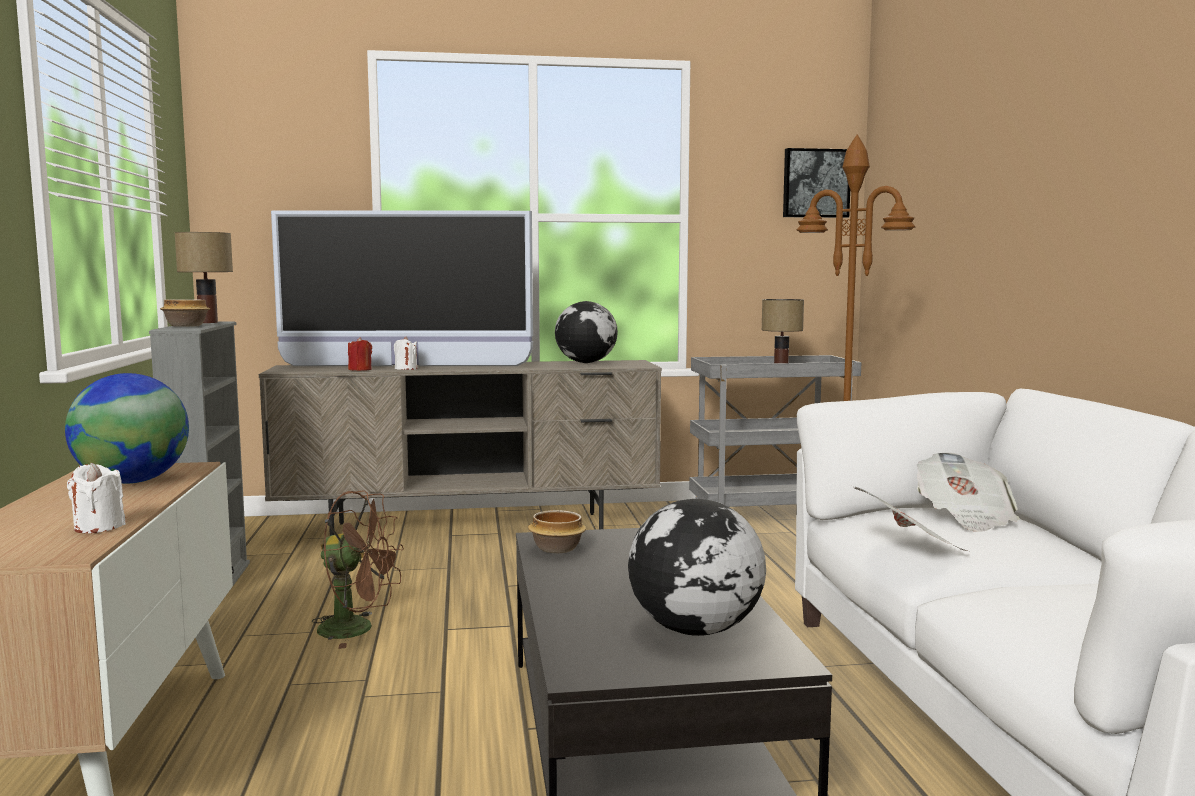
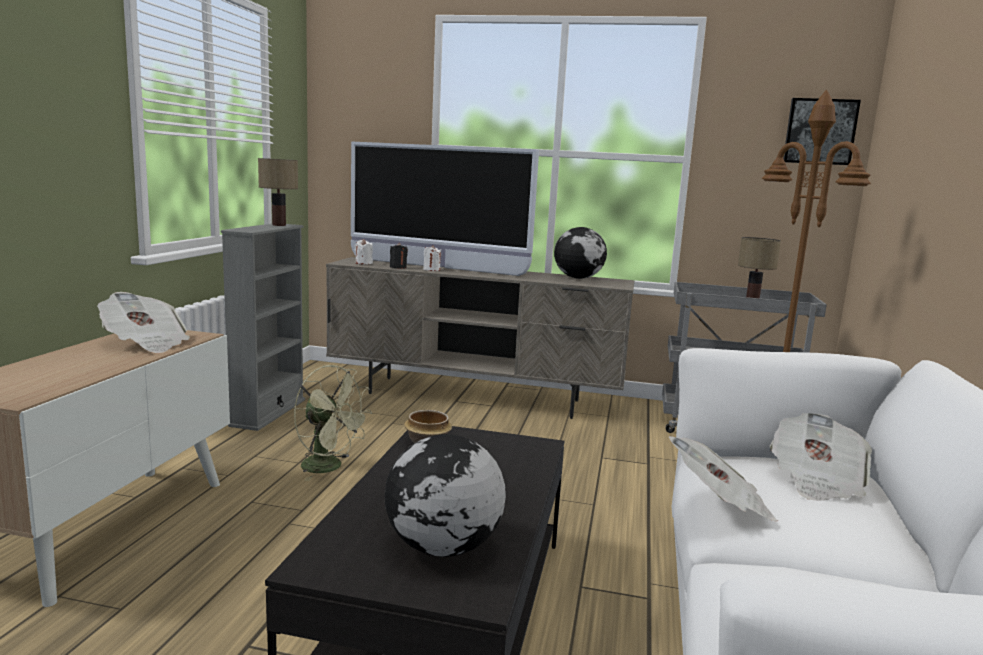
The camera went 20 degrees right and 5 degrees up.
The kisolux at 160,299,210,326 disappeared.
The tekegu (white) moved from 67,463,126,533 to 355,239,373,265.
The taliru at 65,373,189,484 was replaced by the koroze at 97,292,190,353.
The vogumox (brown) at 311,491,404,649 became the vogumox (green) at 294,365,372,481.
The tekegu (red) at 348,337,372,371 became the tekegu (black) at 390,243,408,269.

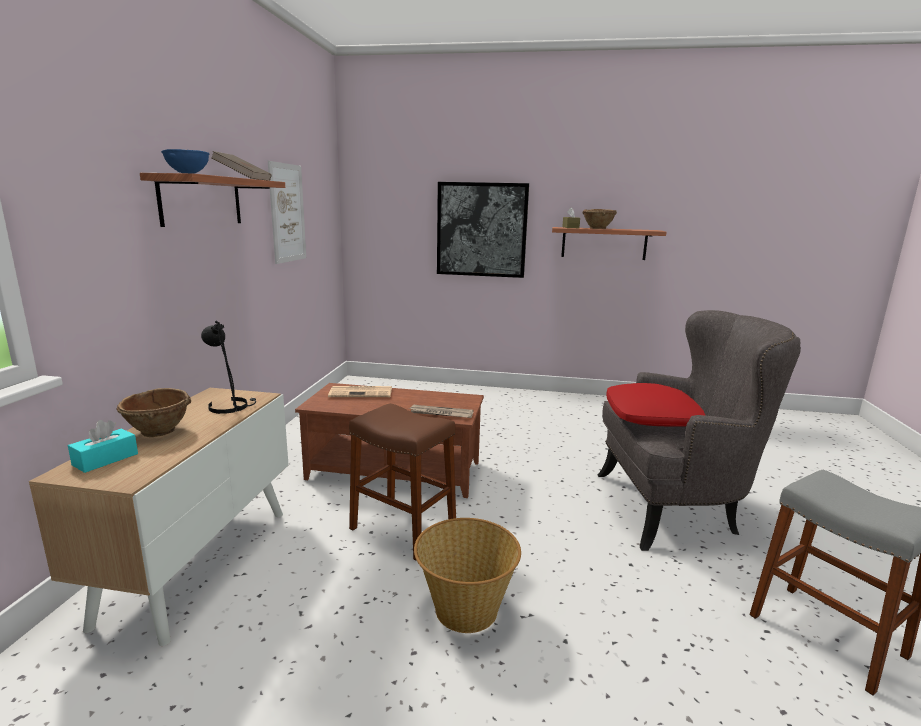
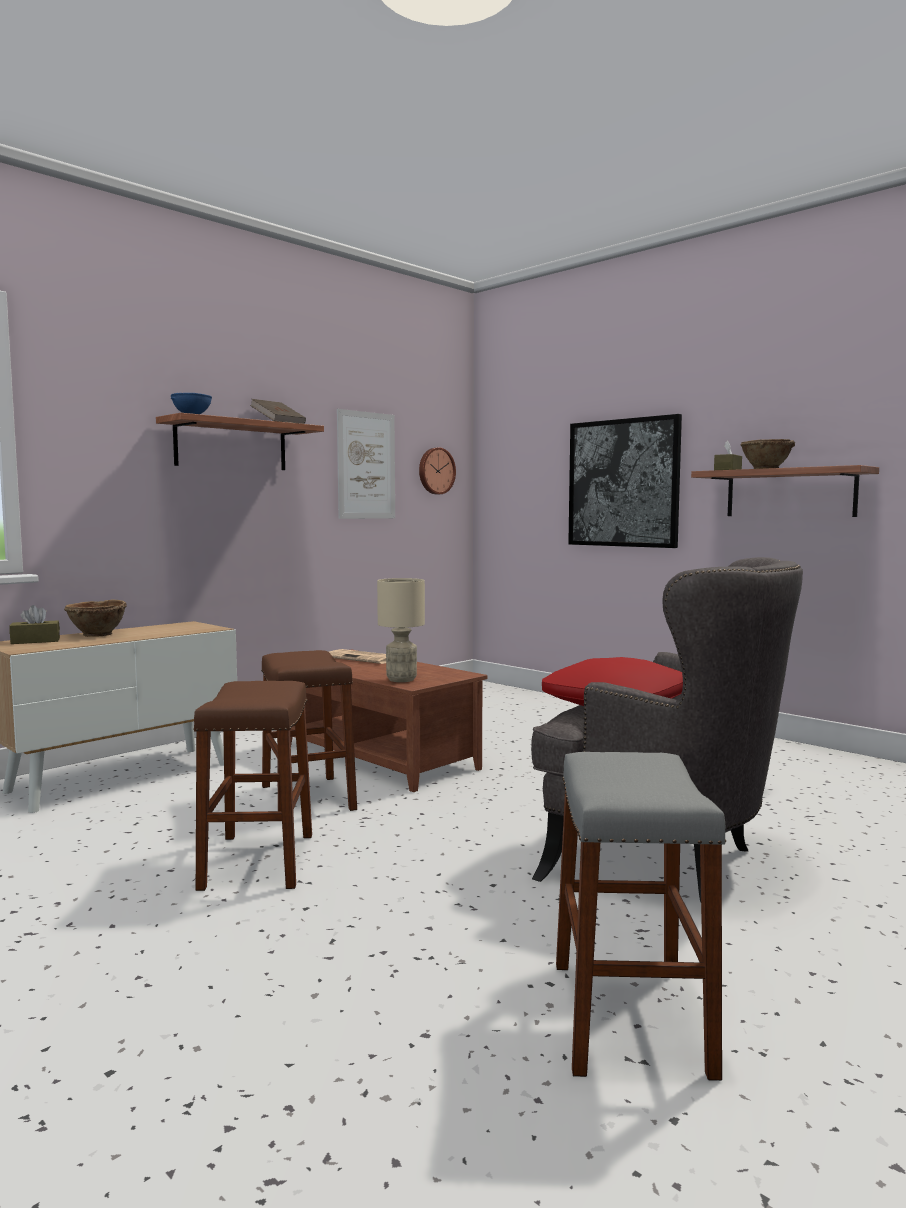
The camera went 35 degrees right and 10 degrees down.
The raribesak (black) at 201,321,256,414 disappeared.
The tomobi at 419,448,456,494 appeared.
The koroze at 408,405,474,418 was replaced by the raribesak (beige) at 377,578,425,682.
The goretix at 414,518,521,633 was replaced by the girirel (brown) at 193,681,312,891.
The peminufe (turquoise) at 68,420,138,473 became the peminufe (brown) at 9,605,60,644.

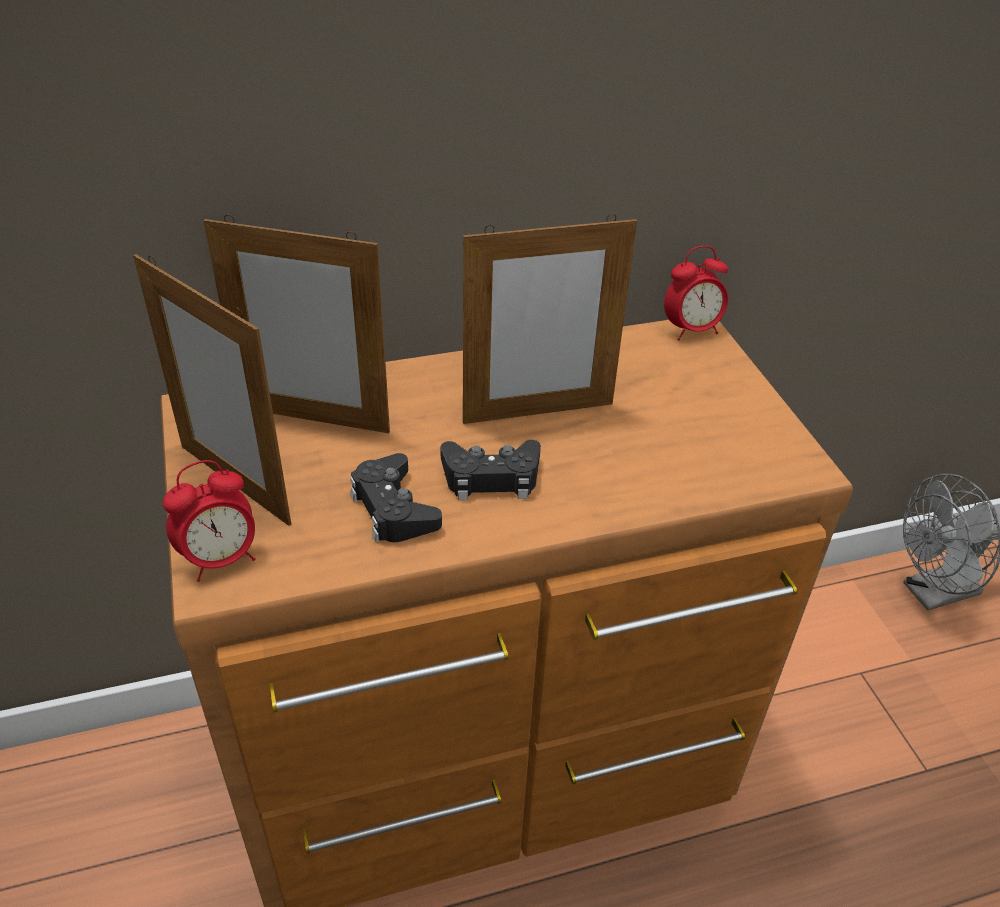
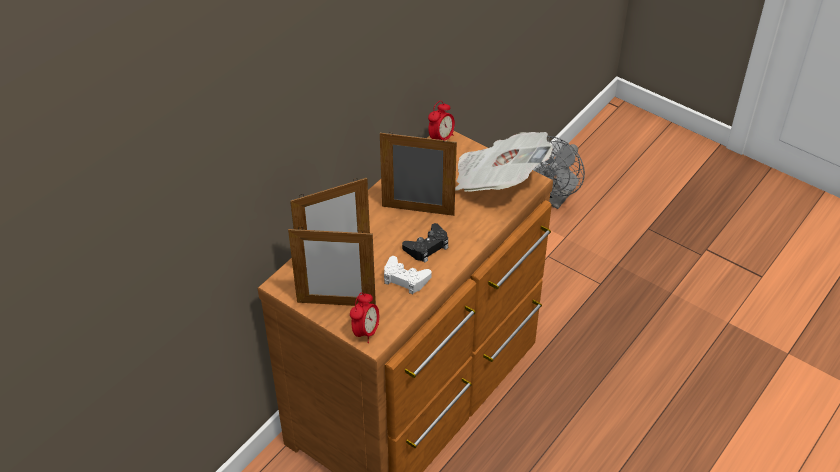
The camera went 35 degrees left and 5 degrees up.
The koroze at 455,132,553,192 appeared.
The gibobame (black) at 350,453,442,542 became the gibobame (white) at 384,256,432,294.
The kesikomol at 463,214,637,424 turned 120 degrees counterclockwise.

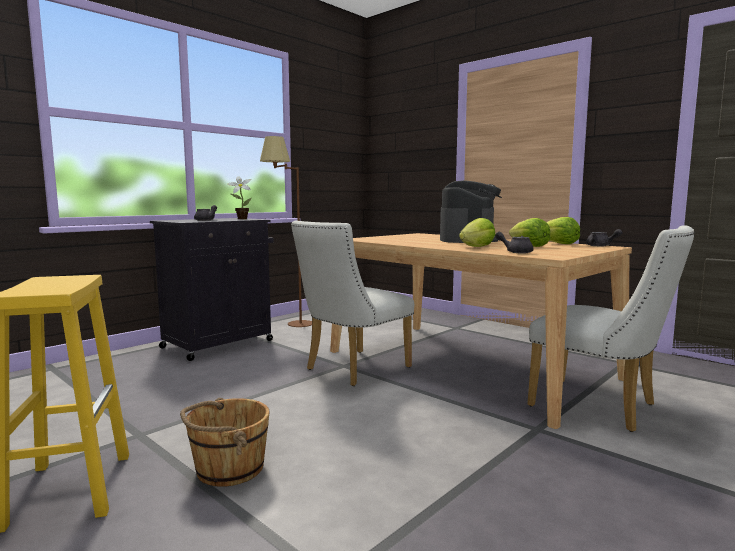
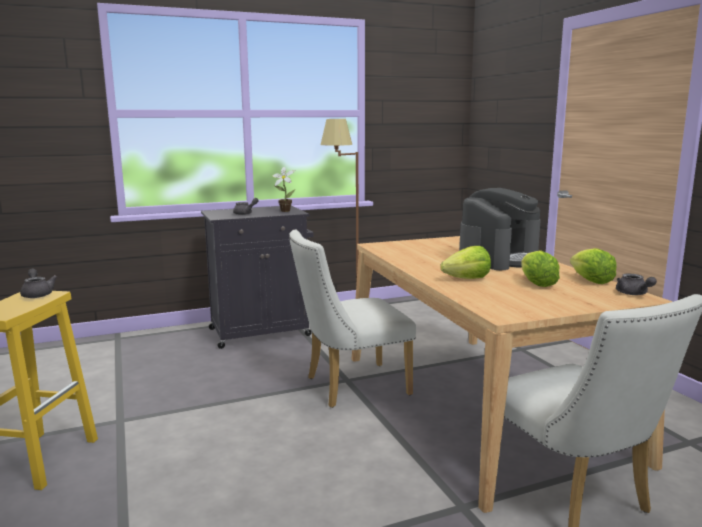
The camera went 25 degrees right and 5 degrees up.
The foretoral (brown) at 180,398,270,487 disappeared.
The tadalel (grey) moved from 495,232,533,254 to 20,269,57,298.

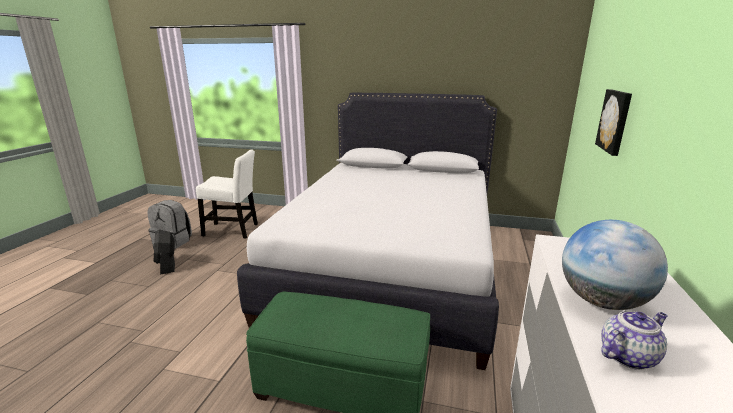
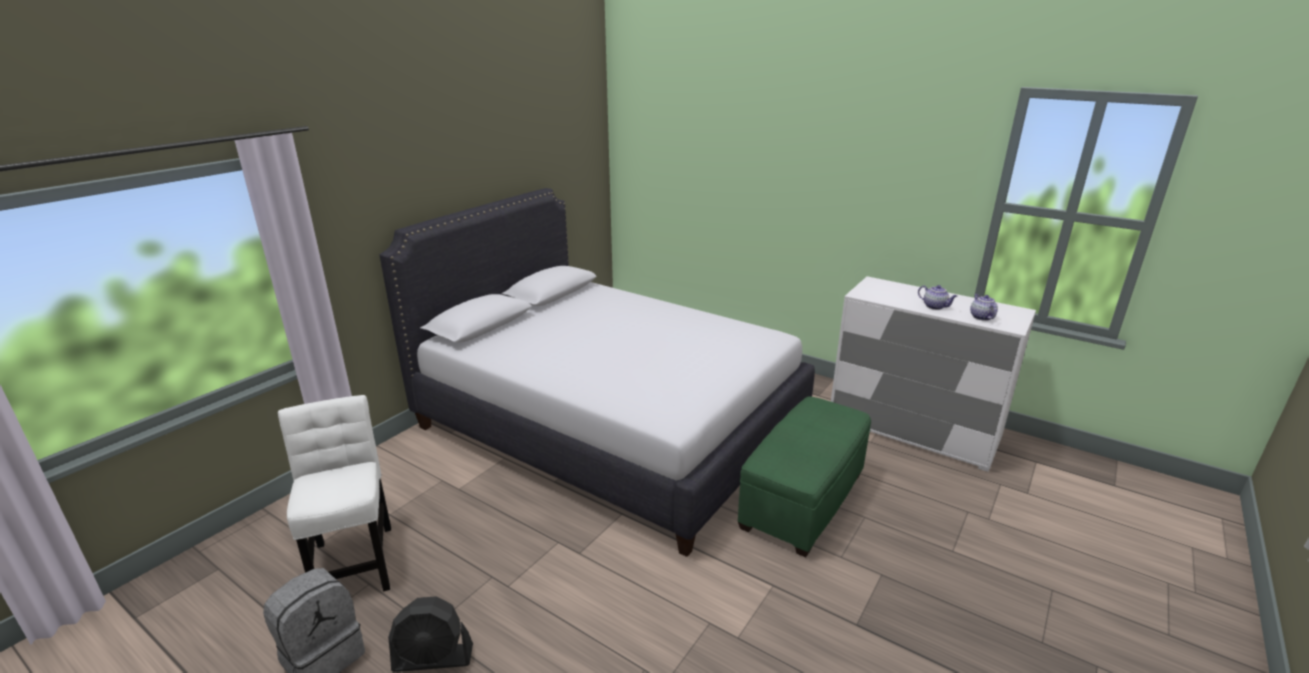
The camera went 70 degrees left and 5 degrees up.
The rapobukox at 595,89,632,156 disappeared.
The taliru at 562,220,668,310 was replaced by the tadalel at 918,285,958,310.
The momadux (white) at 196,149,258,238 turned 45 degrees counterclockwise.

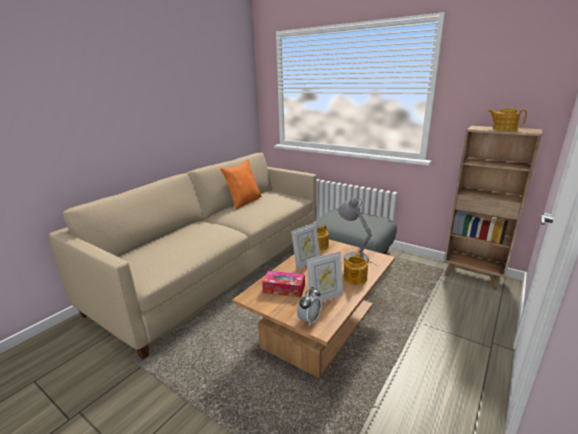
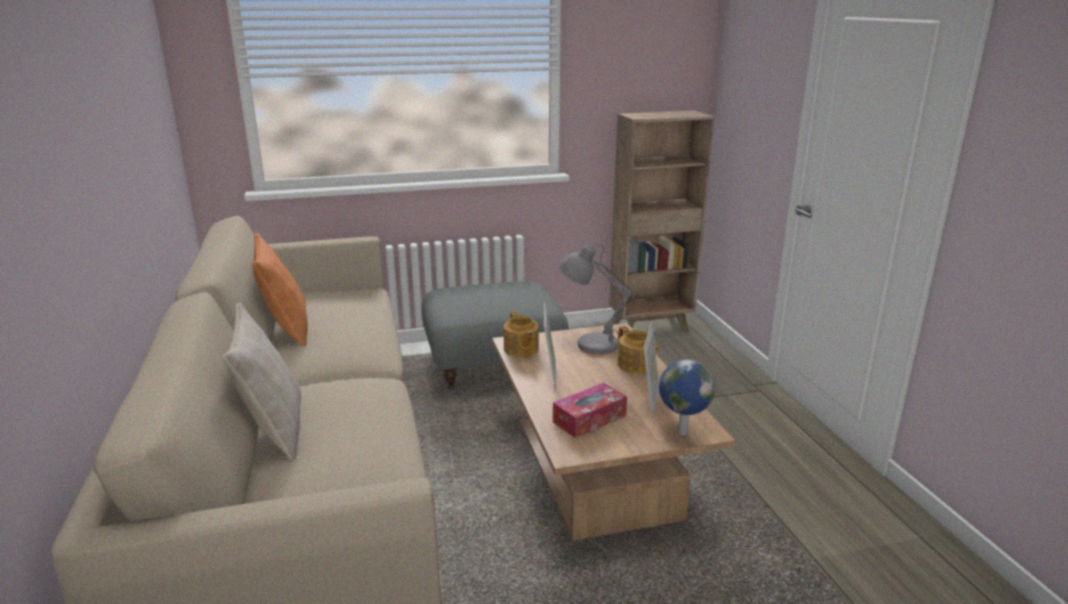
The camera went 50 degrees left and 0 degrees up.
The tadalel at 488,109,527,131 disappeared.
The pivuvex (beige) at 222,303,301,460 appeared.
The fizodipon at 297,287,322,326 was replaced by the taliru at 659,359,715,435.

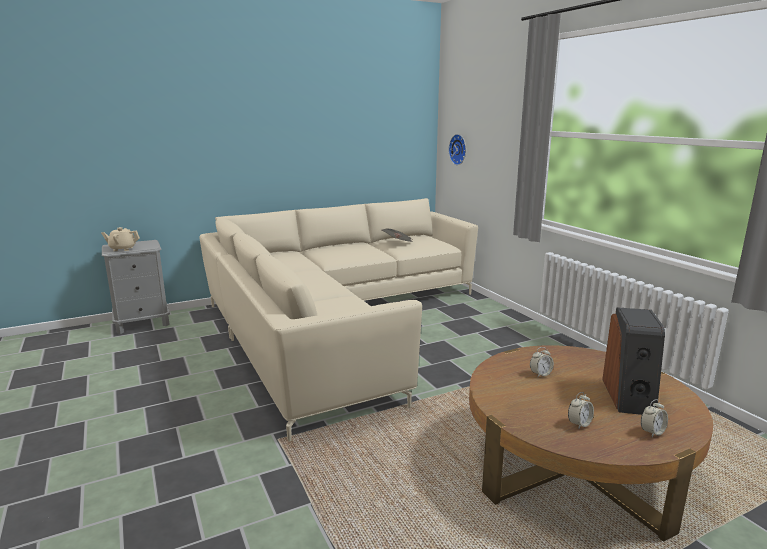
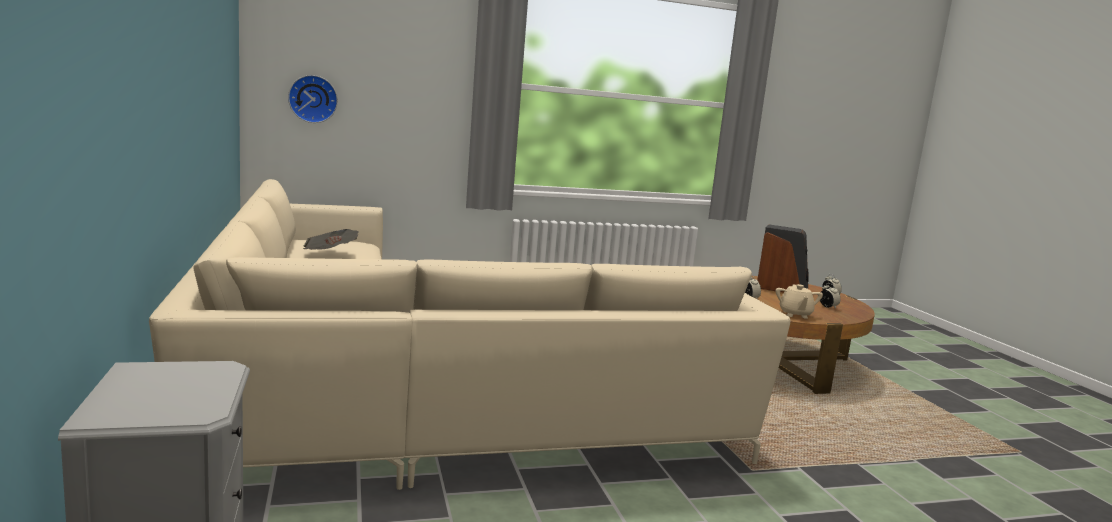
The camera went 80 degrees left and 5 degrees down.
The tadalel (beige) moved from 101,227,140,251 to 776,284,823,319.

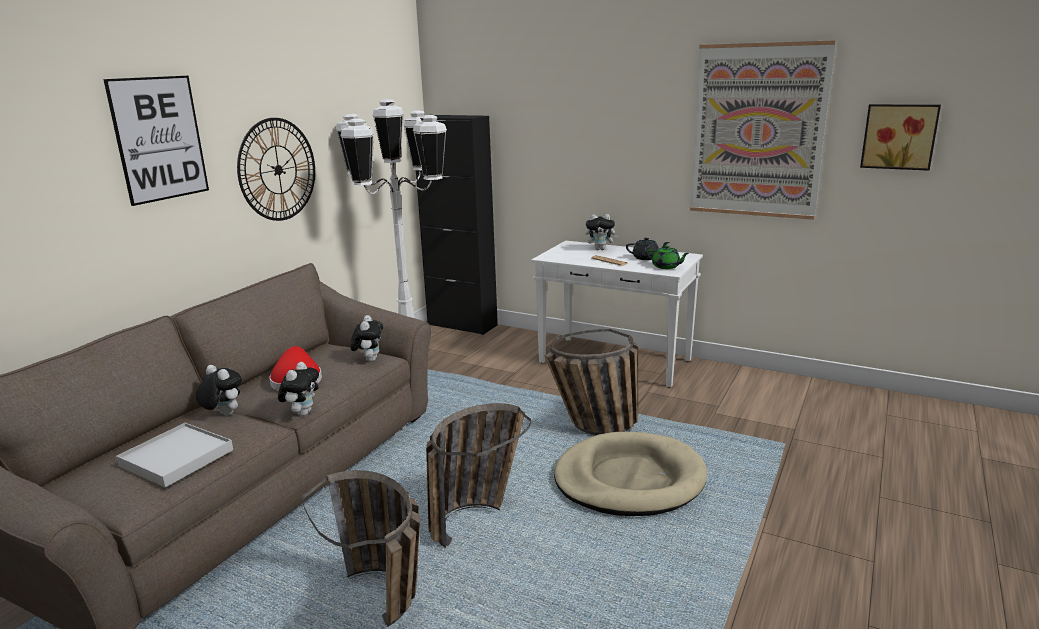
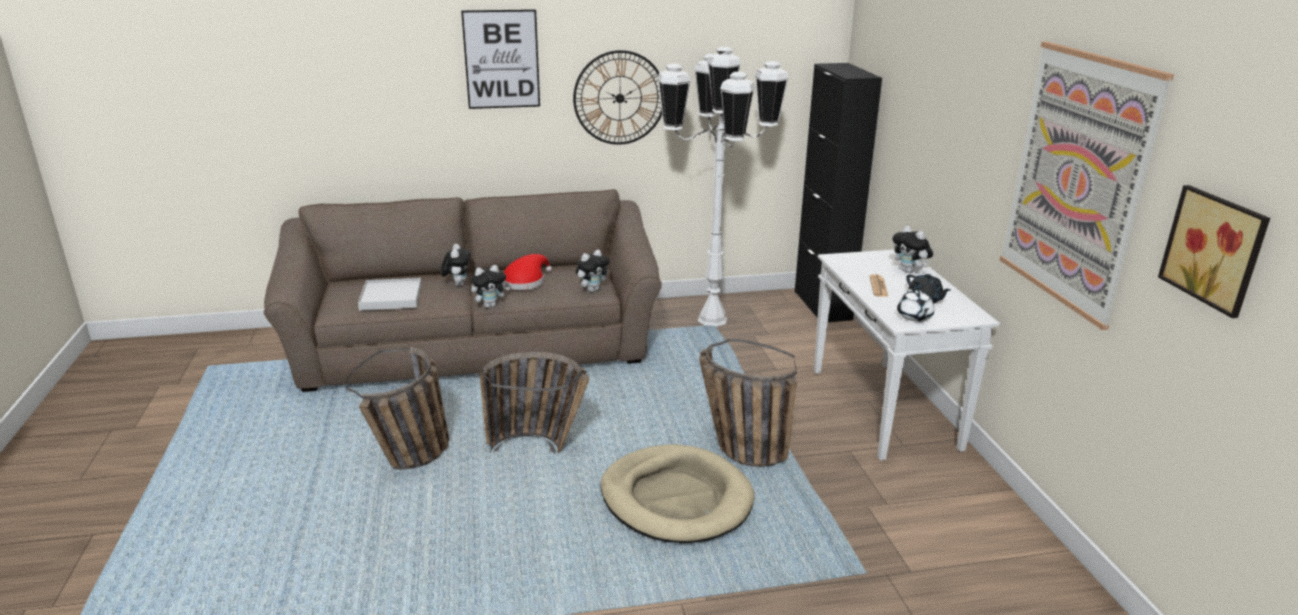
The camera went 50 degrees right and 5 degrees up.
The tadalel (green) at 647,245,689,269 became the tadalel (white) at 897,289,934,322.

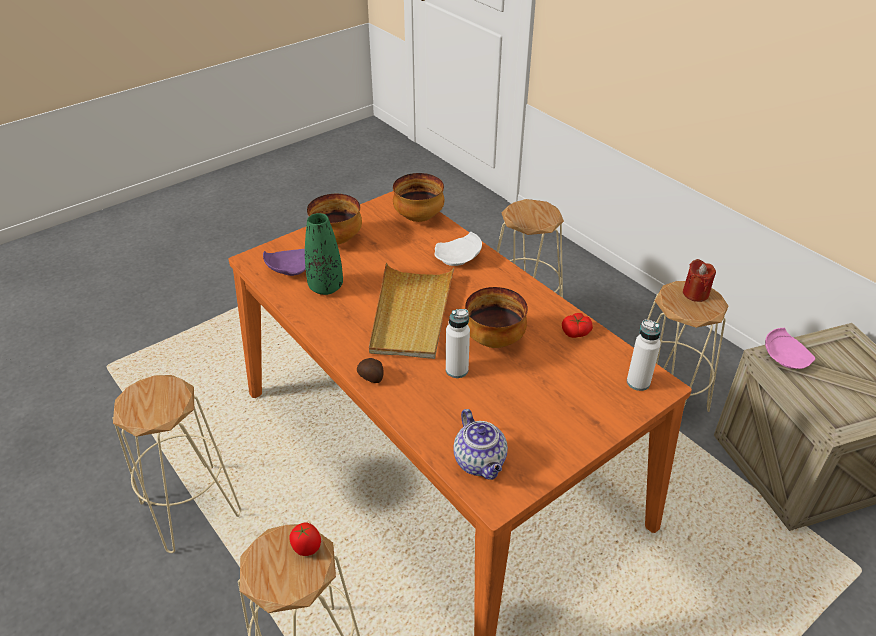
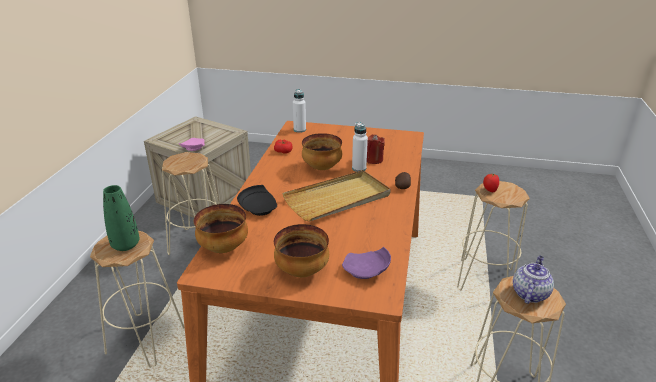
The camera went 130 degrees left and 10 degrees down.
The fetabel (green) moved from 305,213,343,295 to 103,185,139,251.
The tadalel moved from 453,409,508,480 to 513,256,554,304.
The tekegu (red) moved from 683,259,716,302 to 367,134,385,164.
The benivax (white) at 434,232,482,266 became the benivax (black) at 237,185,277,216.

